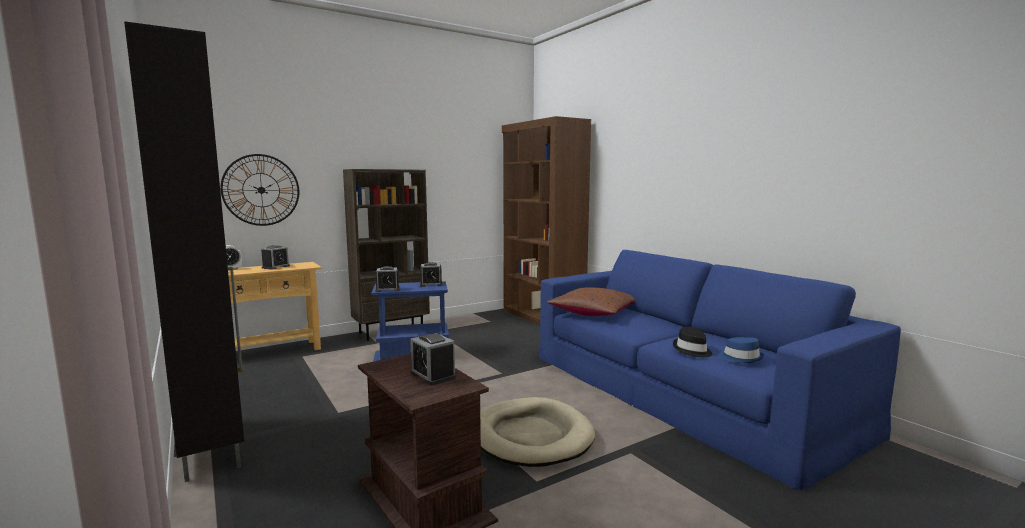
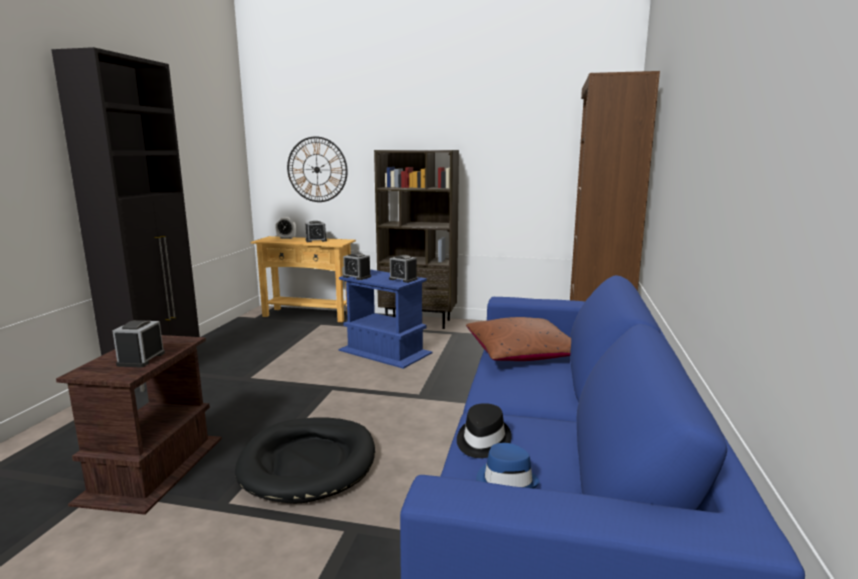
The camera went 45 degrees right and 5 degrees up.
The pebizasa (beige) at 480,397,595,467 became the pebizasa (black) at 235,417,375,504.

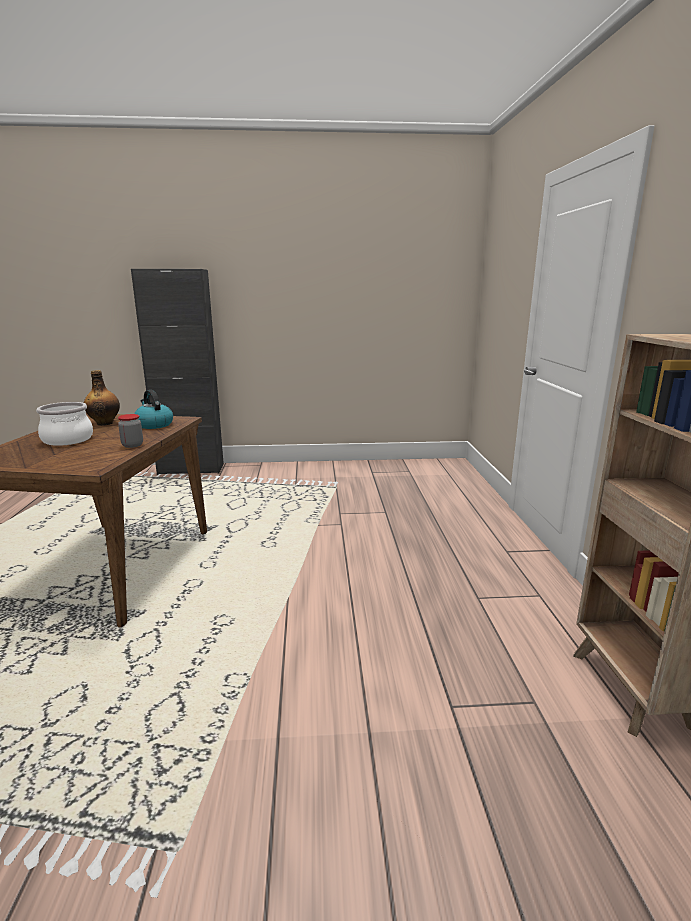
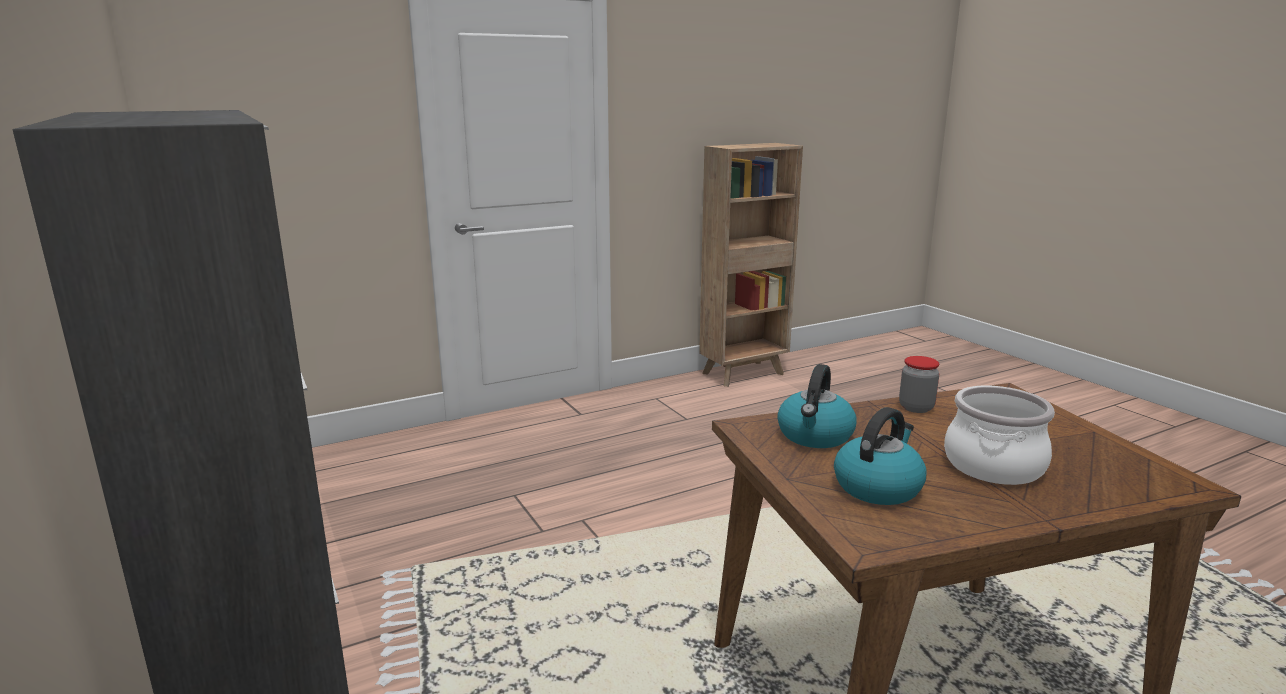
The camera went 115 degrees left and 0 degrees up.
The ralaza at 84,370,120,426 was replaced by the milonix at 834,407,927,505.

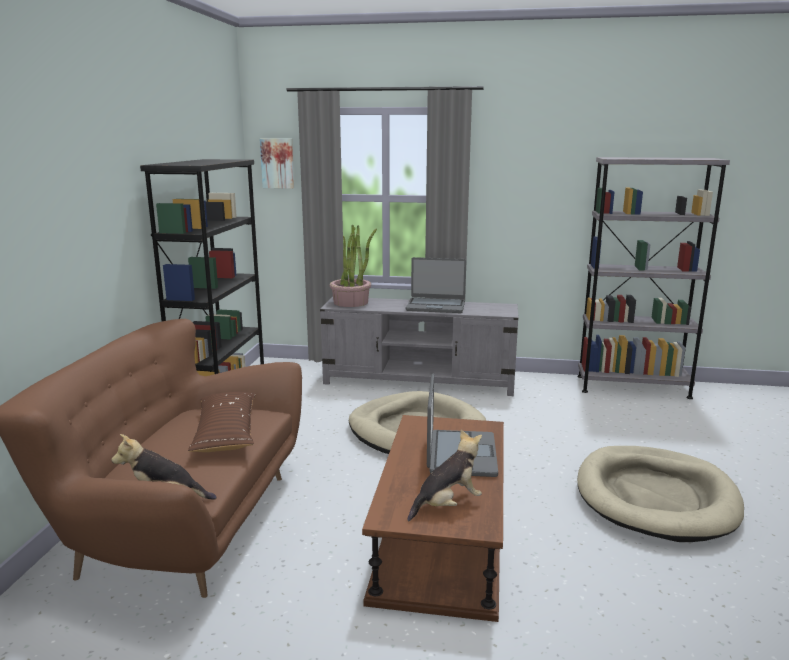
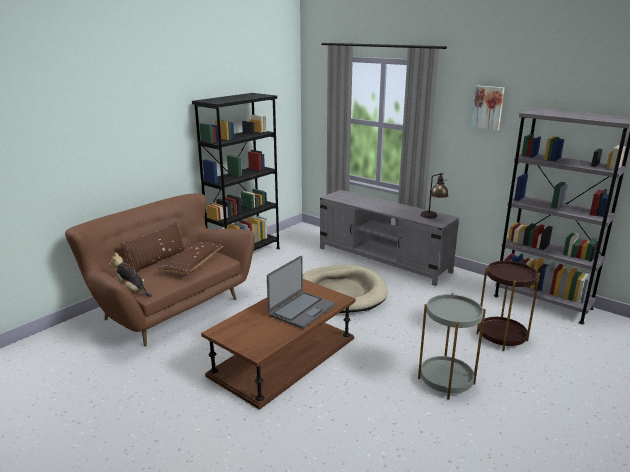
The camera went 30 degrees right and 5 degrees up.
The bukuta at 330,225,377,307 disappeared.
The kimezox at 406,257,466,313 disappeared.
The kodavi at 407,430,482,521 disappeared.
The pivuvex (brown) at 120,222,186,273 appeared.
The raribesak at 420,173,448,219 appeared.
The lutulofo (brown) at 477,260,540,351 appeared.
The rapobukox moved from 260,138,294,189 to 472,86,505,131.
The pebizasa (beige) at 577,446,744,542 was replaced by the lutulofo (grey) at 418,293,486,399.

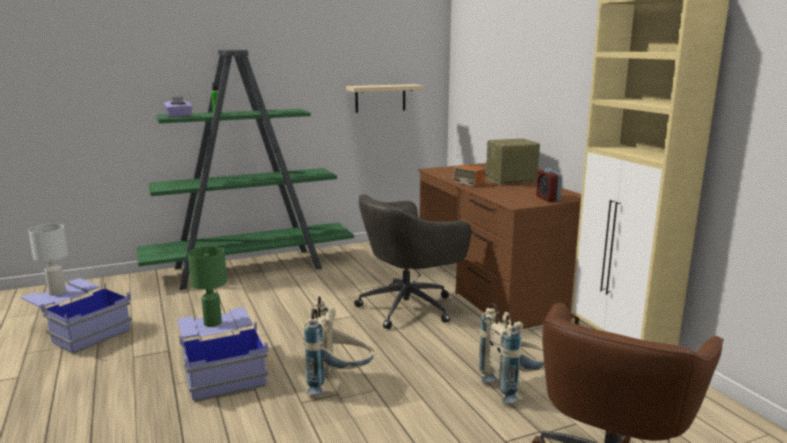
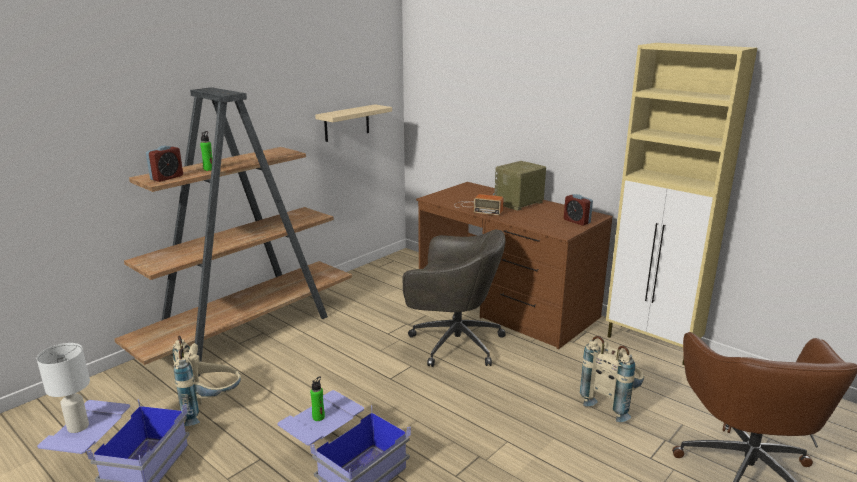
The camera went 25 degrees left and 5 degrees up.
The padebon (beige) moved from 304,296,374,394 to 173,336,241,426.
The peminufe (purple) at 163,96,193,117 was replaced by the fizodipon at 146,146,183,182.
The raribesak (green) at 188,246,227,327 was replaced by the ralaza (green) at 310,376,325,421.
The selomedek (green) at 137,50,354,290 became the selomedek (brown) at 114,87,352,377.
The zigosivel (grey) at 354,194,471,329 turned 105 degrees counterclockwise.

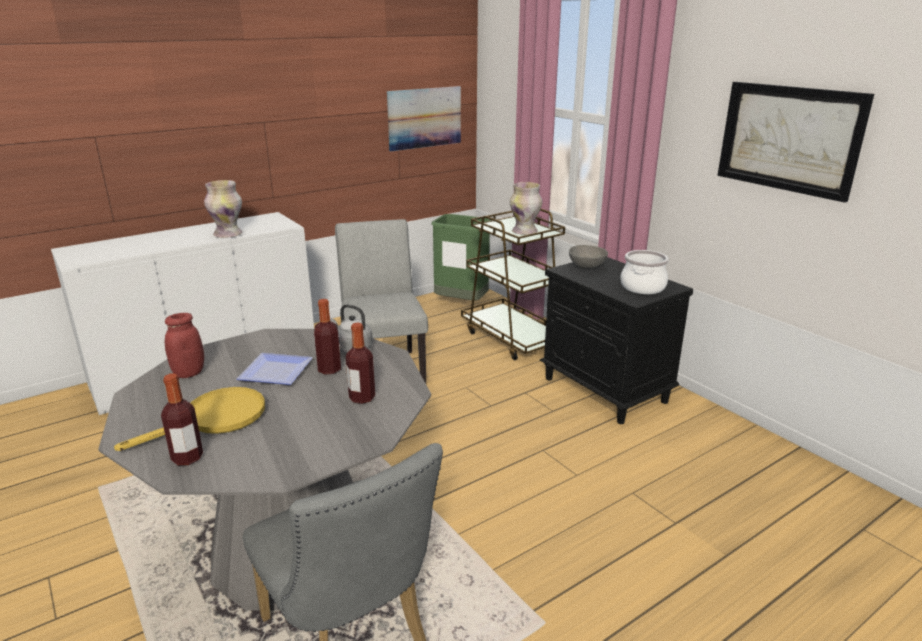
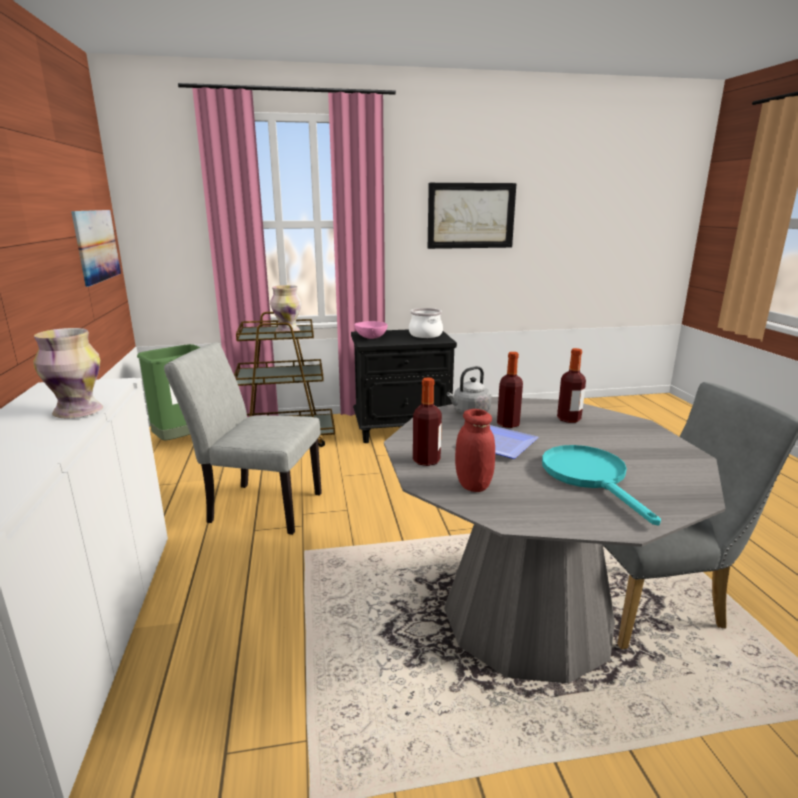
The camera went 65 degrees left and 5 degrees down.
The ralaza moved from 161,373,203,466 to 413,377,442,466.
The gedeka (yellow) at 114,387,265,451 became the gedeka (turquoise) at 542,445,661,526.
The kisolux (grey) at 569,245,608,269 became the kisolux (pink) at 354,321,388,339.

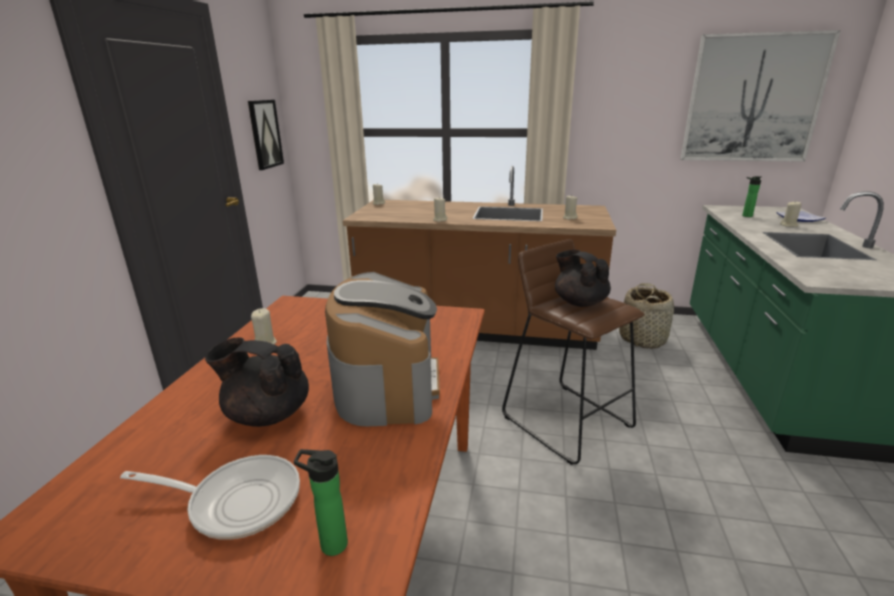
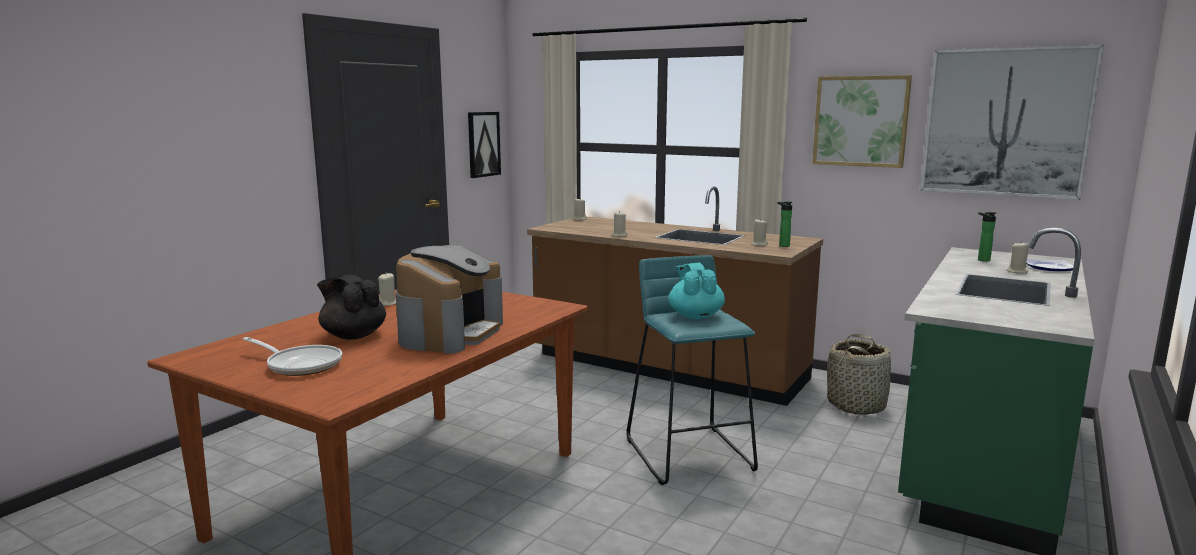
The camera went 20 degrees right and 10 degrees down.
The rapobukox at 812,75,912,168 appeared.
The ralaza moved from 294,449,348,556 to 777,201,793,247.
The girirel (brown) at 502,239,645,465 became the girirel (turquoise) at 627,255,758,485.
The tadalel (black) at 555,250,611,307 became the tadalel (turquoise) at 668,262,725,319.

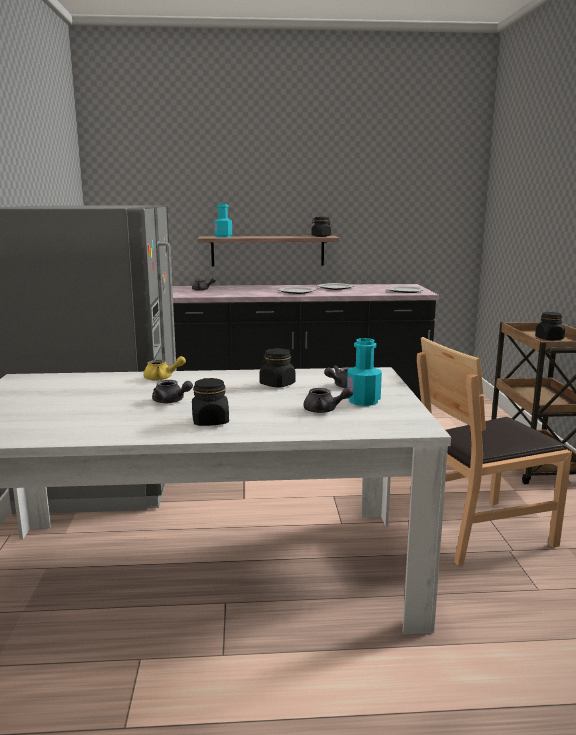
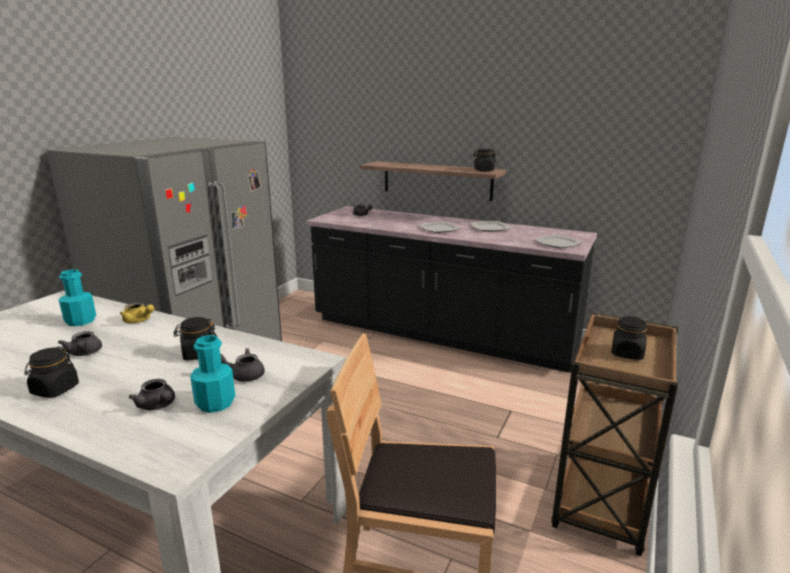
The camera went 30 degrees right and 5 degrees up.
The ralaza (turquoise) moved from 214,204,232,237 to 58,269,96,326.

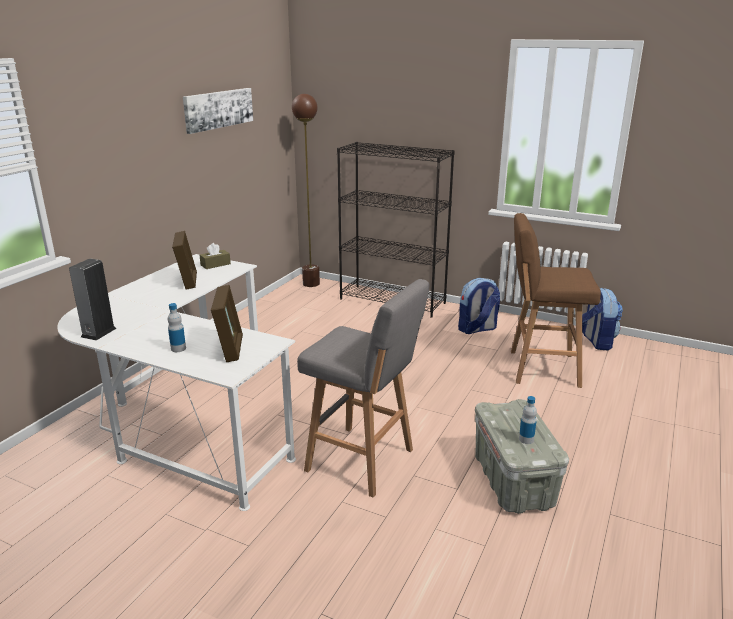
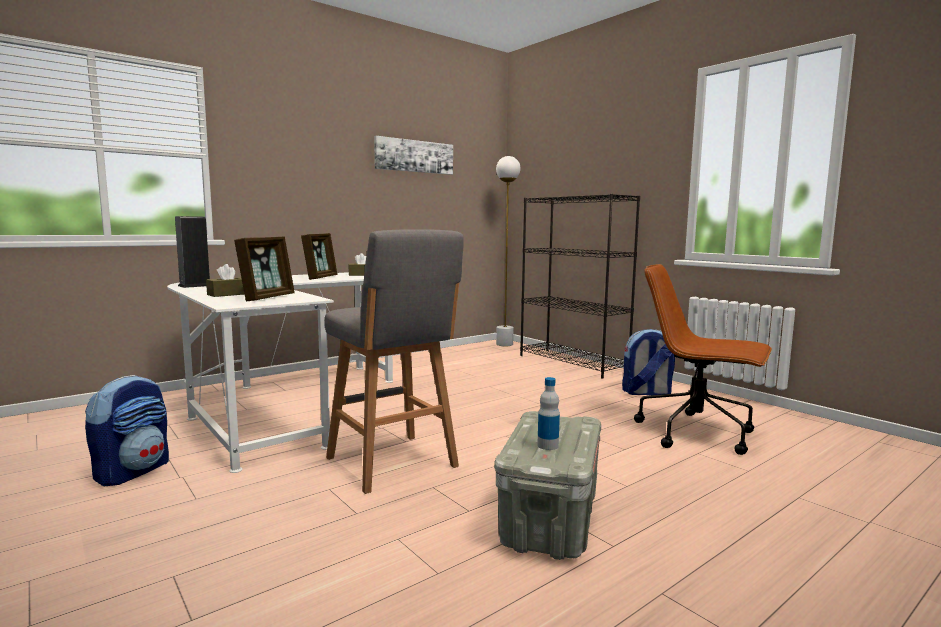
The camera went 25 degrees right and 15 degrees down.
The padebon moved from 582,288,623,350 to 85,375,169,486.
The ralaza at 168,303,186,352 was replaced by the peminufe (brown) at 206,264,244,297.
The girirel (brown) at 511,213,601,388 was replaced by the zigosivel (brown) at 634,264,772,455.
The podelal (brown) at 292,94,320,287 became the podelal (white) at 496,156,521,346.

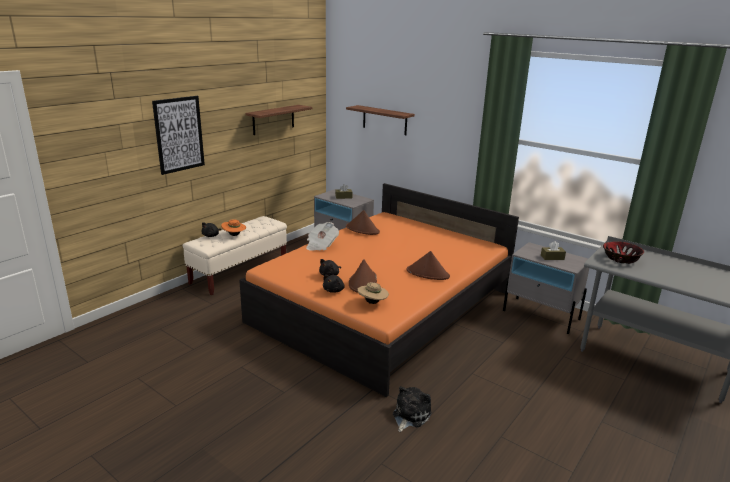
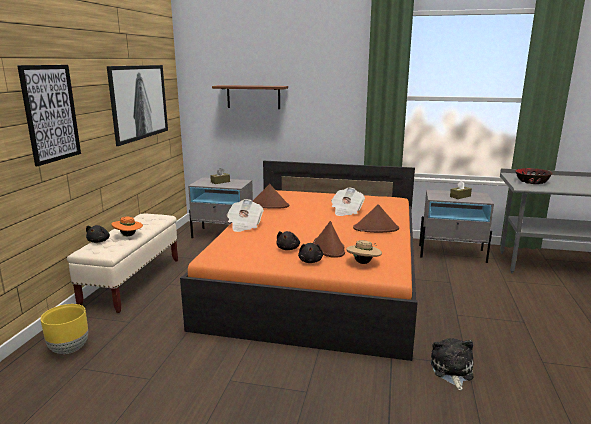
The camera went 25 degrees left and 5 degrees down.
The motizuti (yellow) at 41,304,88,354 appeared.
The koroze at 331,188,365,216 appeared.
The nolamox at 245,105,312,135 was replaced by the rapobukox at 107,65,168,146.

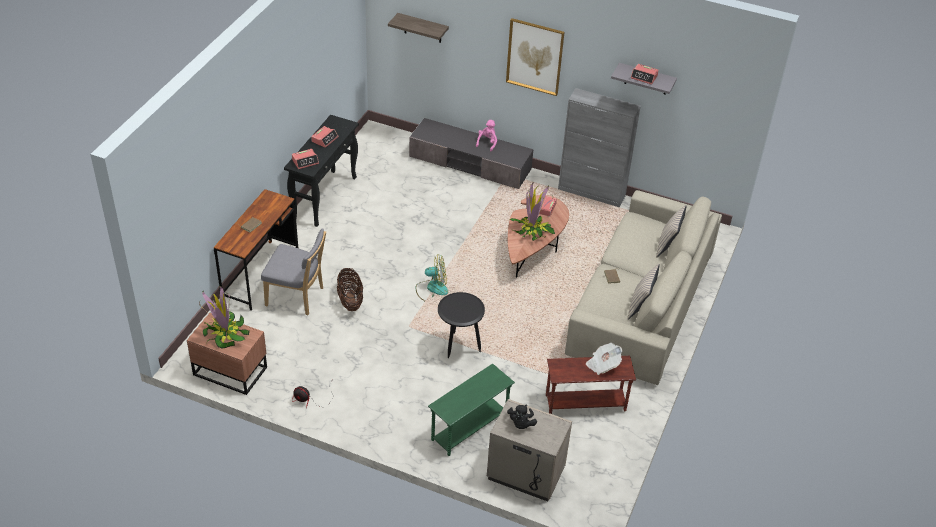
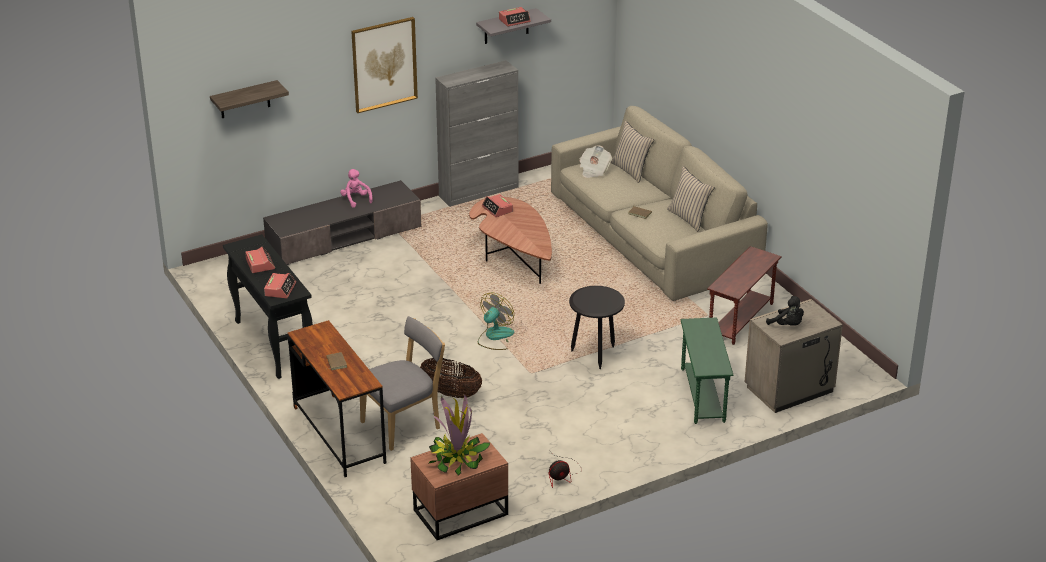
The camera went 50 degrees left and 10 degrees down.
The bukuta at 509,182,555,241 disappeared.
The koroze moved from 586,343,623,375 to 579,145,612,178.

